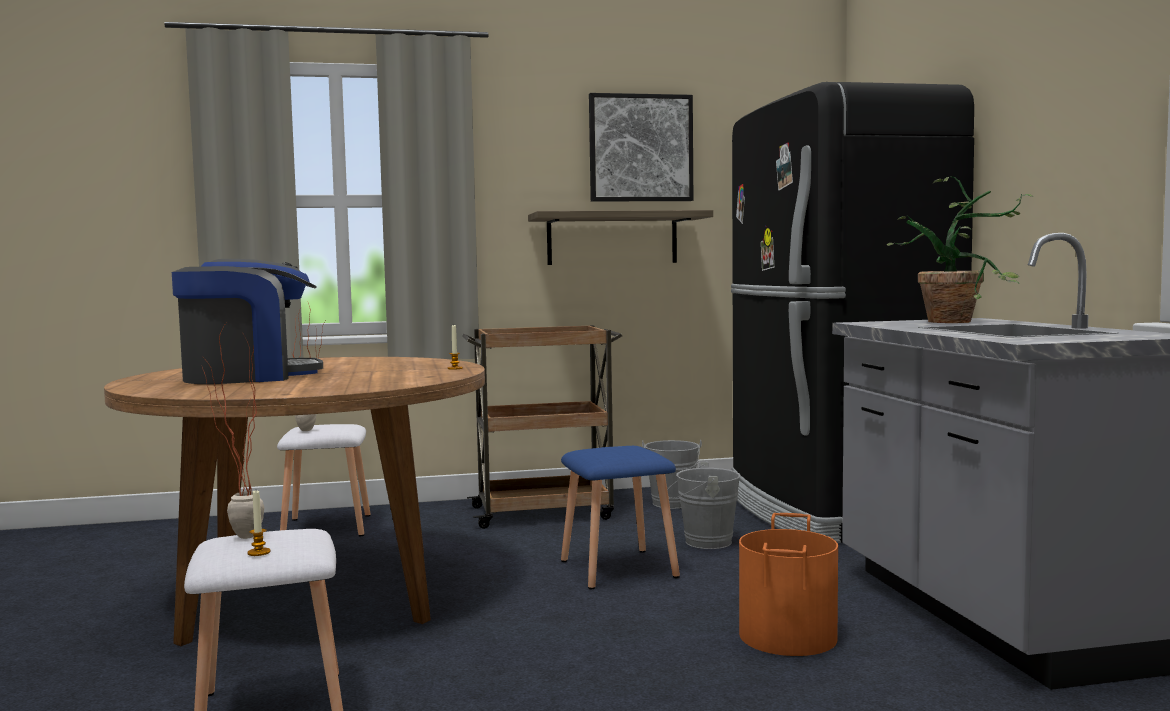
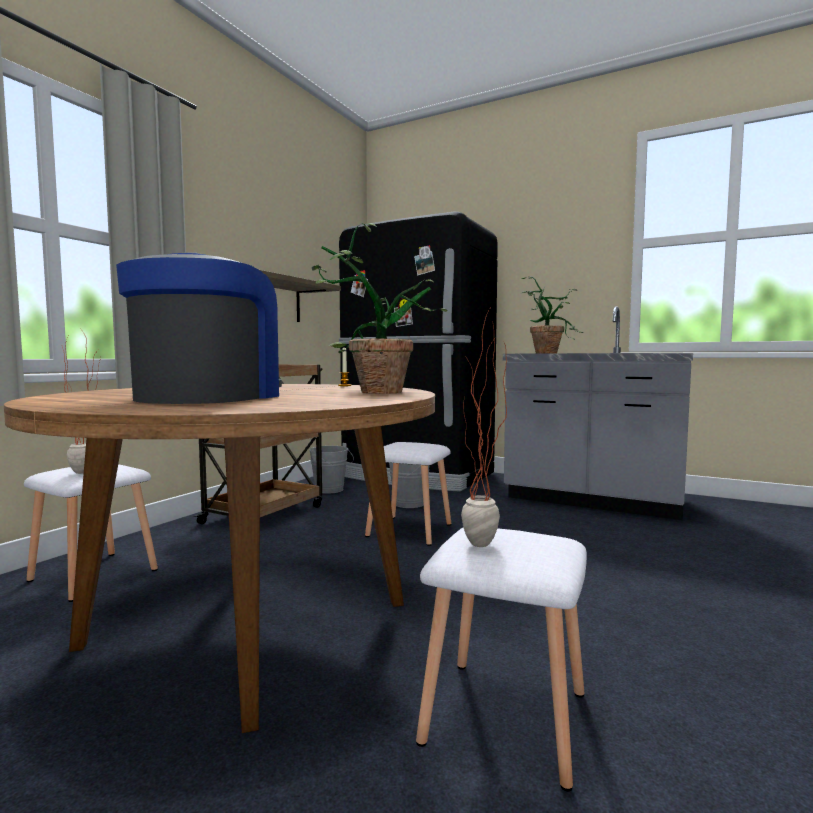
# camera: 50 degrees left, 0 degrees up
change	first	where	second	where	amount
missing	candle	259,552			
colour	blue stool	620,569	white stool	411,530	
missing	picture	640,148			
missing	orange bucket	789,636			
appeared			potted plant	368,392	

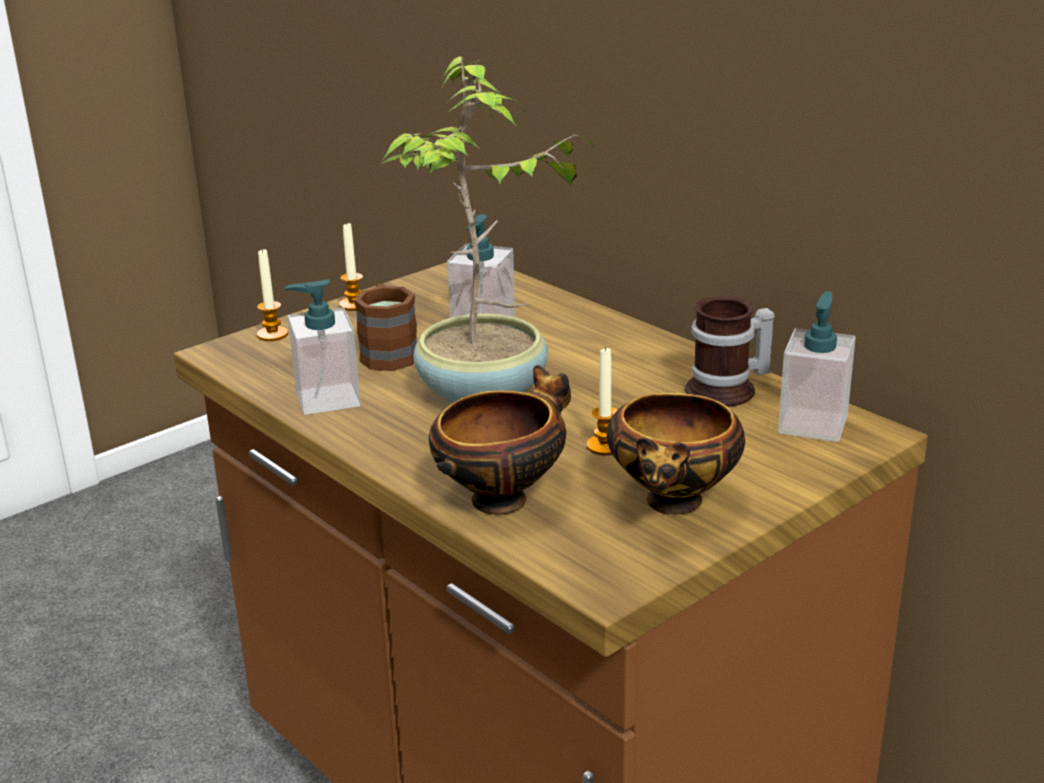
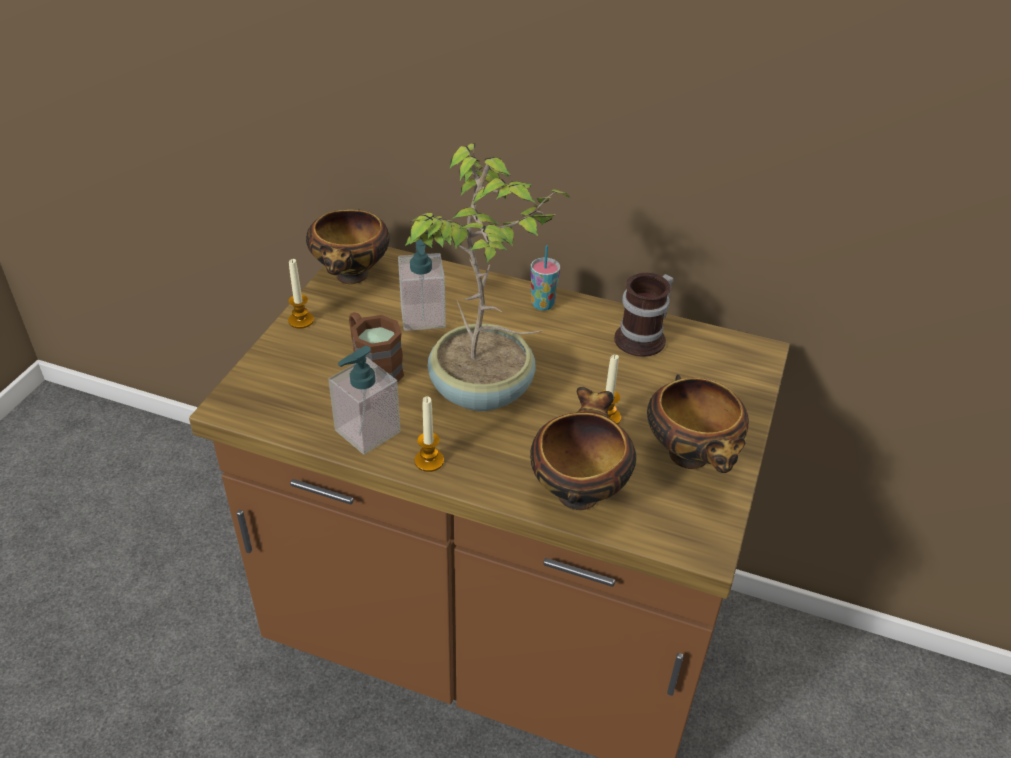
# camera: 30 degrees left, 15 degrees up
change	first	where	second	where	amount
relocated	candle	272,335		429,461	
missing	soap dispenser	813,424			
appeared			bowl	352,277	
appeared			cup	542,304	

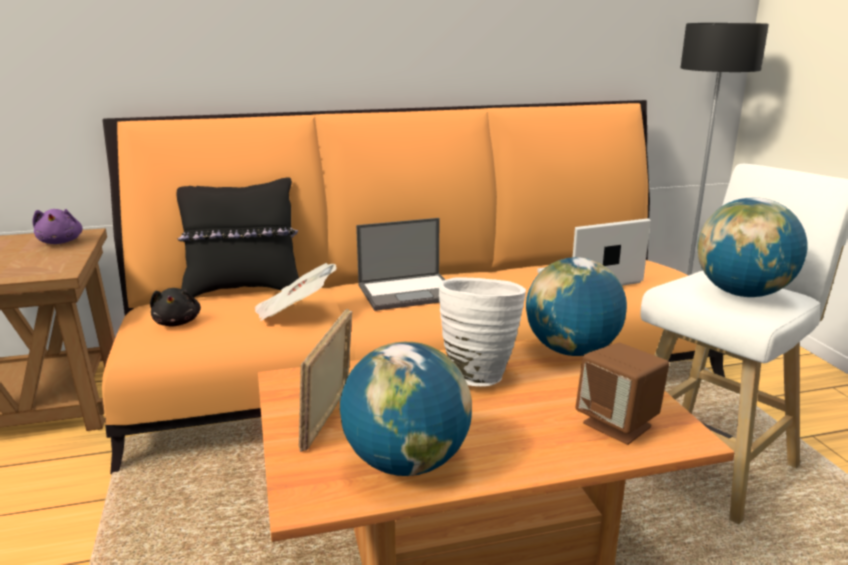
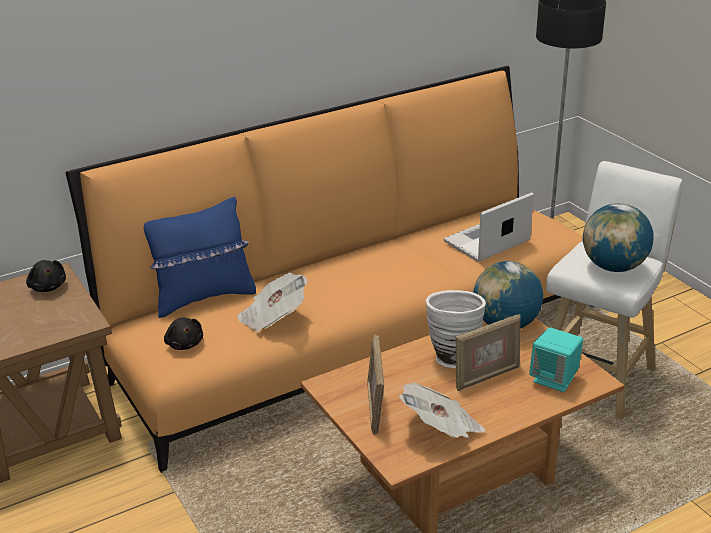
# camera: 15 degrees left, 10 degrees up
change	first	where	second	where	amount
colour	purple plush toy	61,242	black plush toy	48,287	
colour	black pillow	243,289	blue pillow	204,297	
exchanged	globe	406,462	newspaper	442,429	
missing	laptop	409,292			
colour	brown speaker	618,425	turquoise speaker	554,379	
appeared			picture frame	486,377	

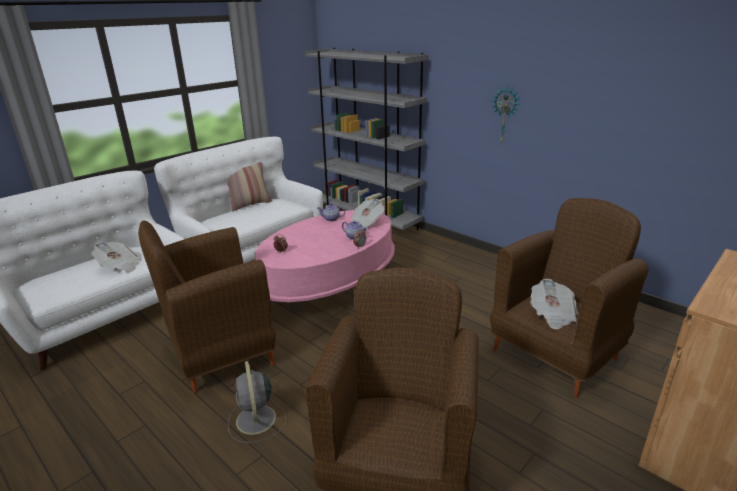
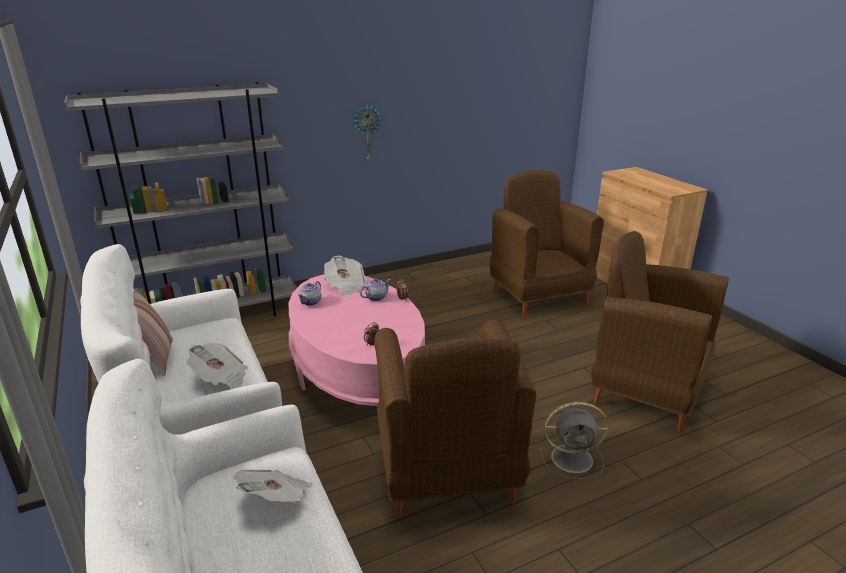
# camera: 70 degrees left, 0 degrees up
change	first	where	second	where	amount
relocated	newspaper	552,315		220,378	

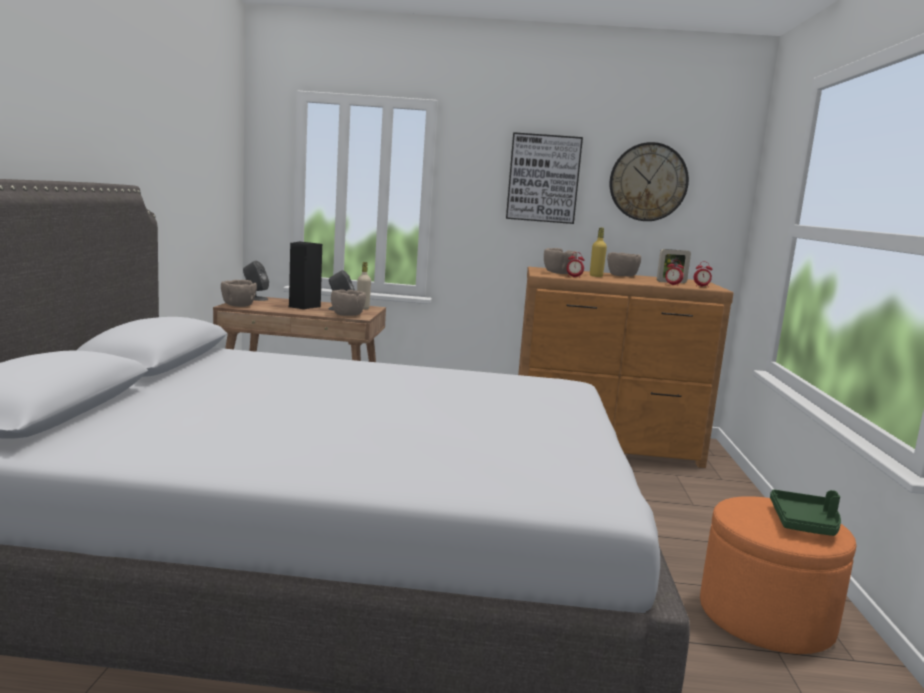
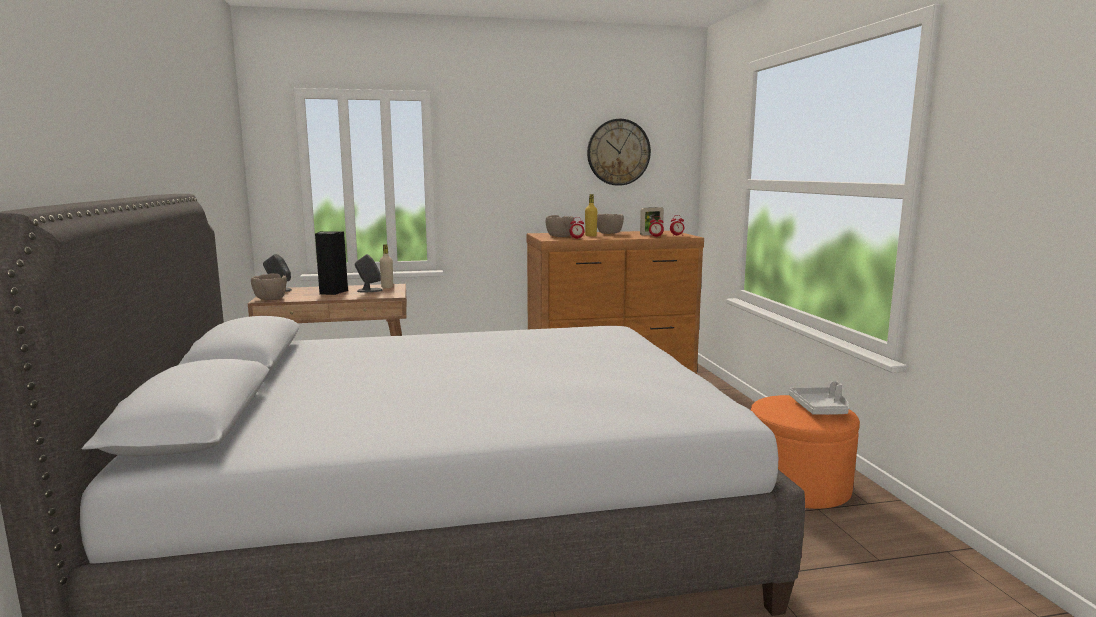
# camera: 15 degrees left, 0 degrees up
change	first	where	second	where	amount
missing	brown bowl	348,315			
missing	picture	543,178			
colour	green tray	805,523	grey tray	820,409	

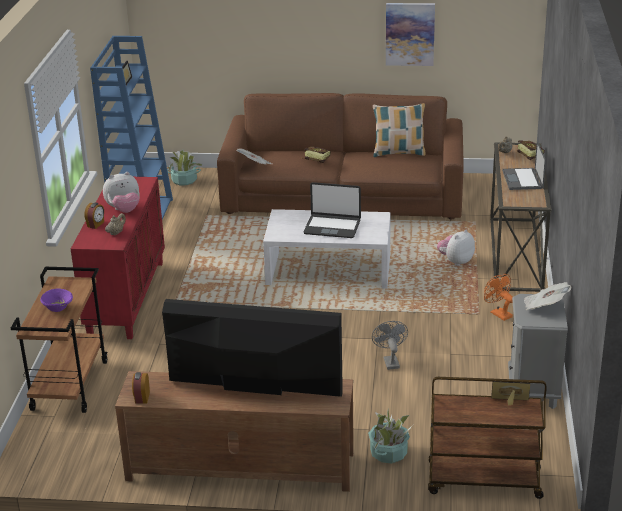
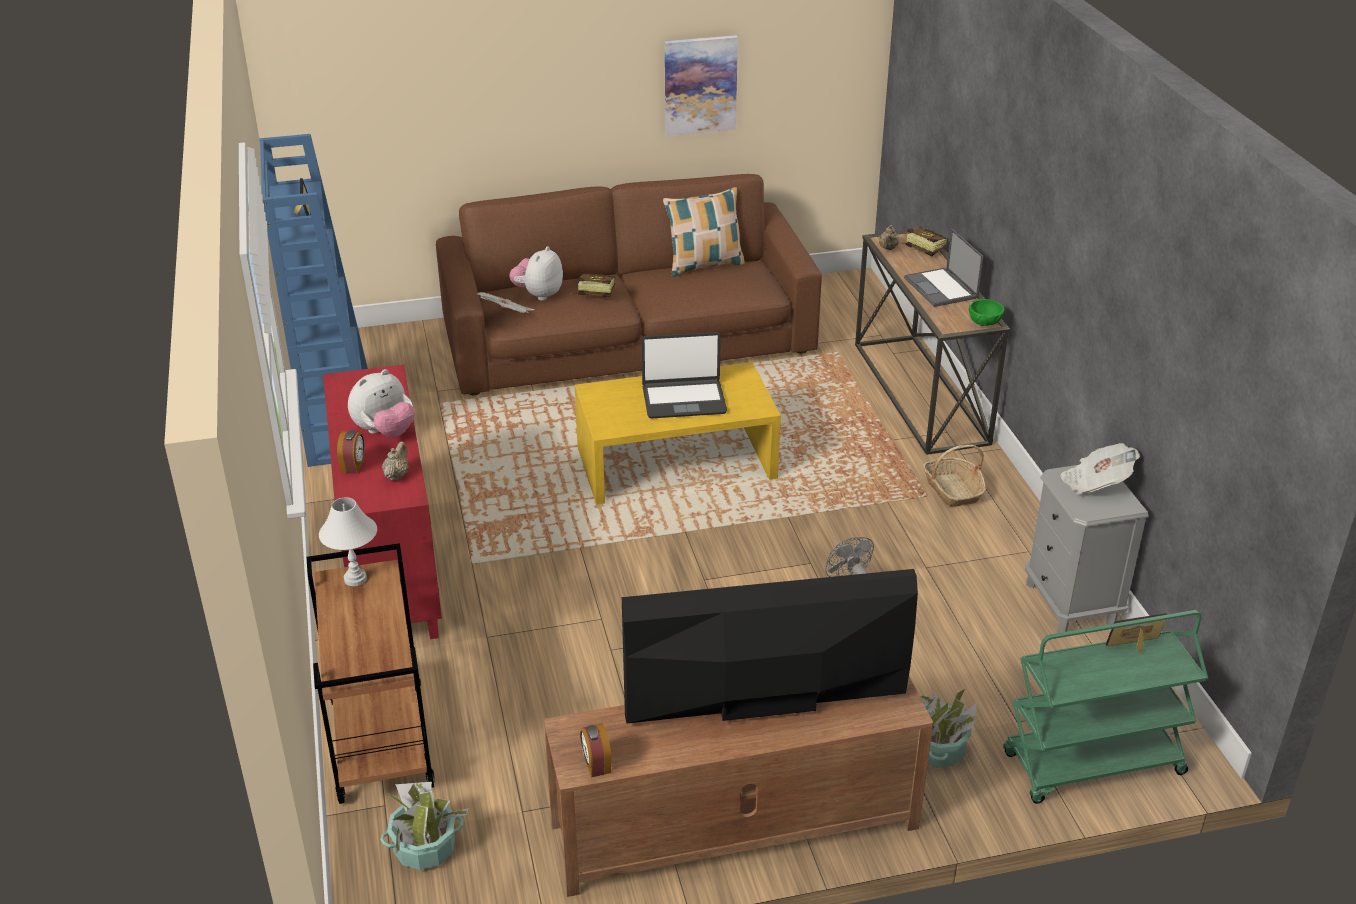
# camera: 20 degrees left, 5 degrees up
change	first	where	second	where	amount
missing	purple bowl	58,308			
relocated	potted plant	184,180		425,848	
colour	white coffee table	329,270	yellow coffee table	676,463	
colour	brown cart	483,481	green cart	1092,765	
relocated	plush toy	456,261		538,294	
exchanged	orange fan	498,313	basket	952,490	
appeared			white table lamp	355,579	
appeared			green bowl	984,323	

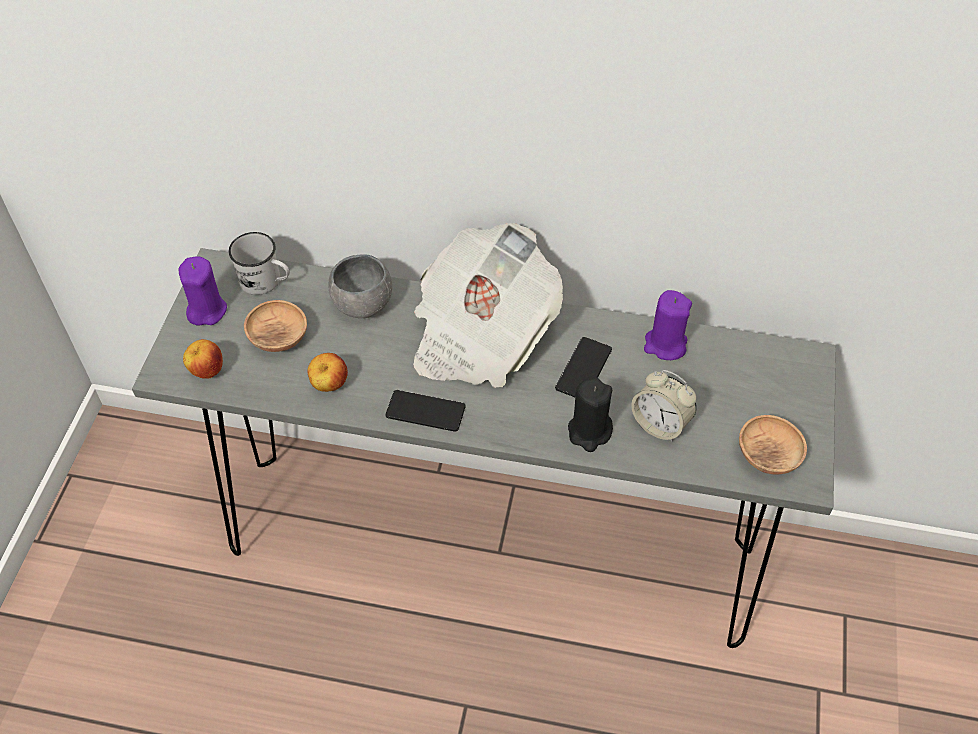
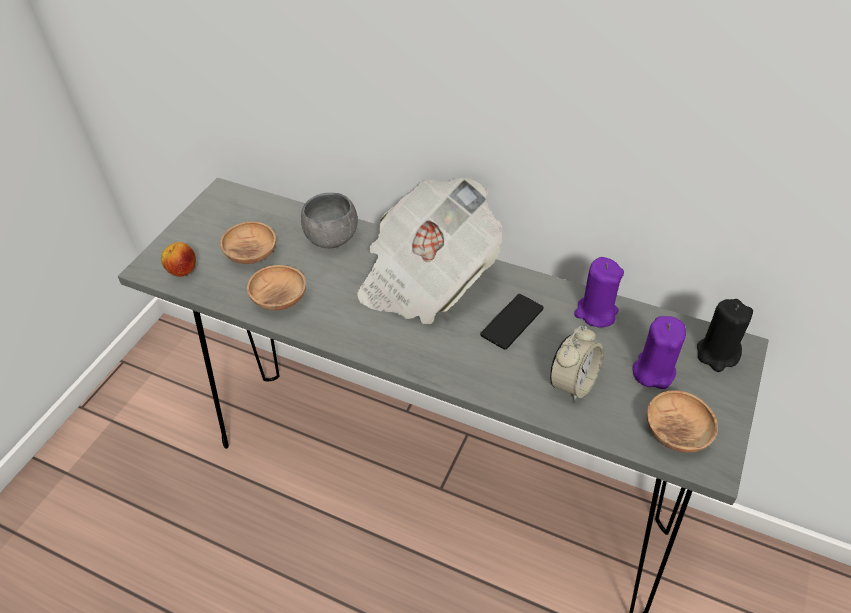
# camera: 15 degrees right, 5 degrees down
change	first	where	second	where	amount
relocated	purple candle	206,310		653,371	
missing	white mug	266,282			
exchanged	apple	329,385	brown bowl	279,299	
missing	phone	425,411			
relocated	black candle	589,432		717,354	
spun	alarm clock	660,424		573,383	105 degrees counterclockwise

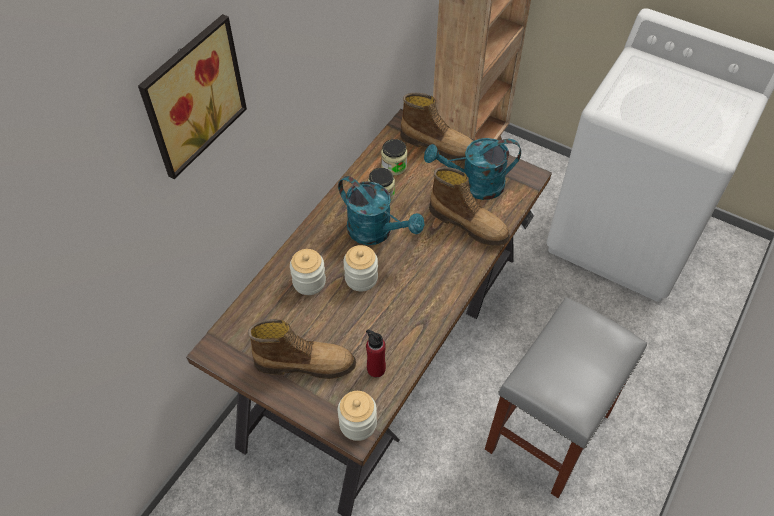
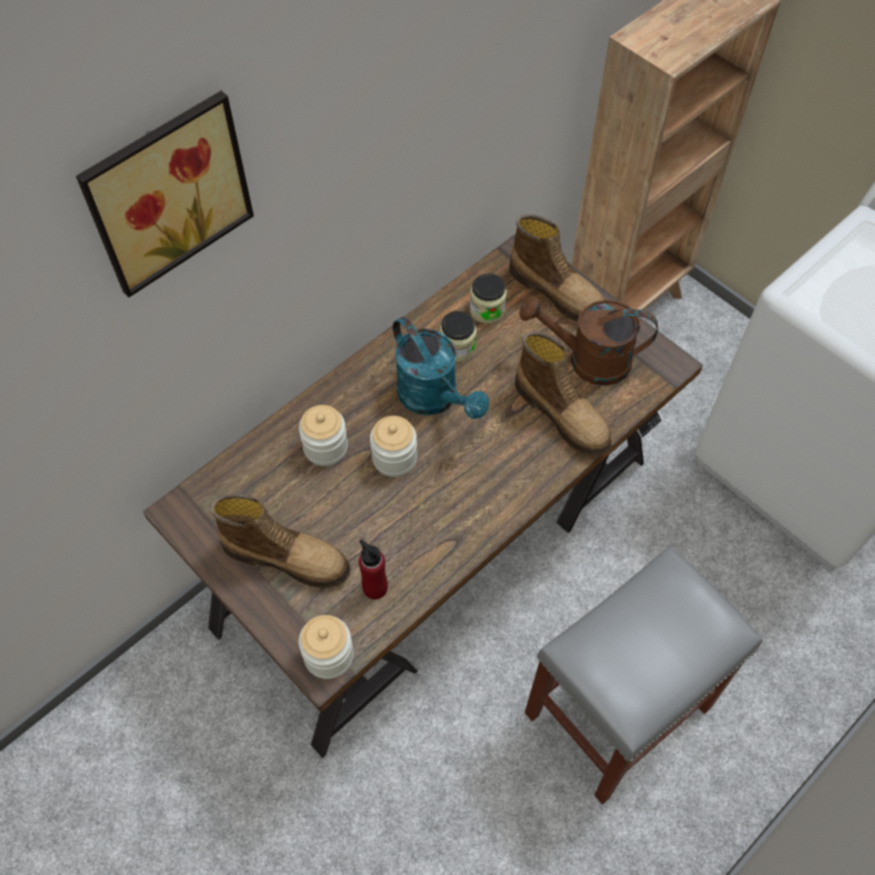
# camera: 15 degrees right, 5 degrees up
change	first	where	second	where	amount
colour	turquoise watering can	474,185	brown watering can	587,360	

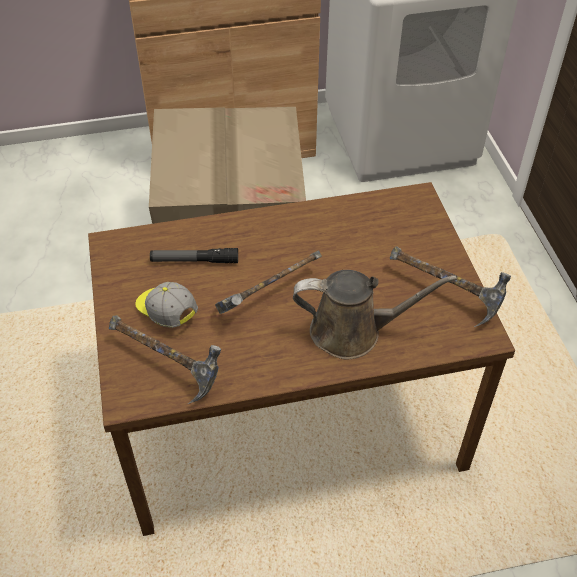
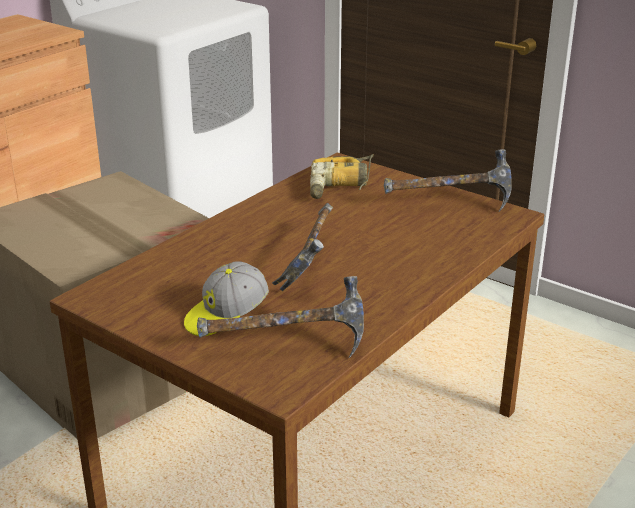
# camera: 40 degrees left, 20 degrees down
change	first	where	second	where	amount
spun	cap	166,312		226,315	45 degrees counterclockwise
missing	flashlight	194,261			
missing	brown watering can	353,331			
appeared			power drill	341,185	

